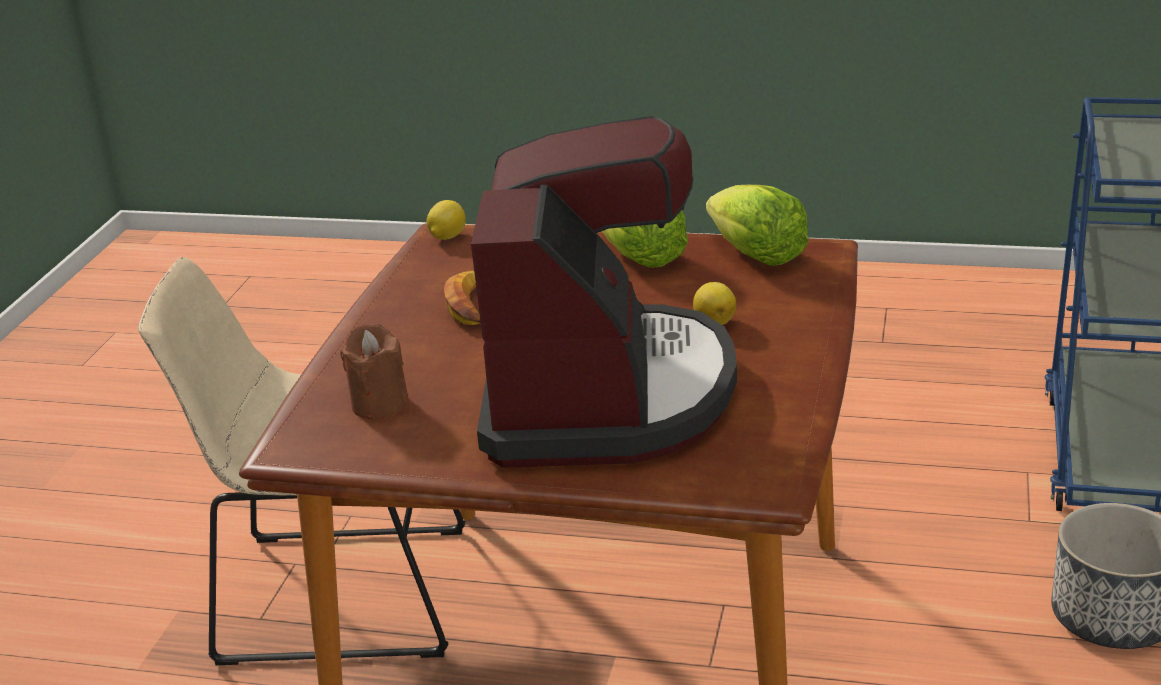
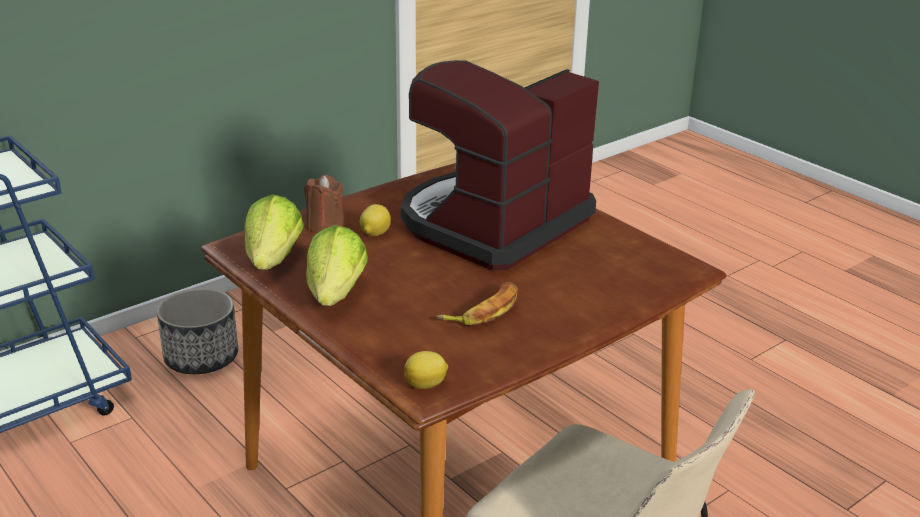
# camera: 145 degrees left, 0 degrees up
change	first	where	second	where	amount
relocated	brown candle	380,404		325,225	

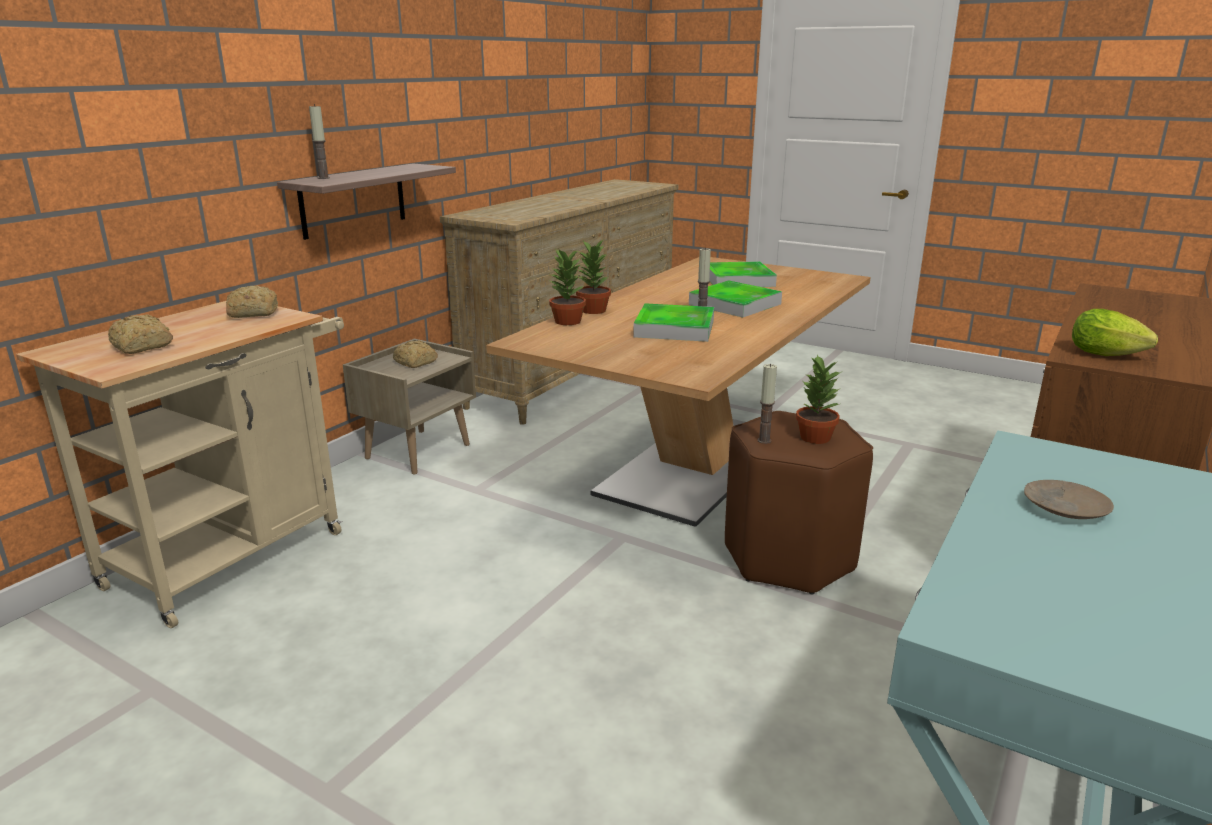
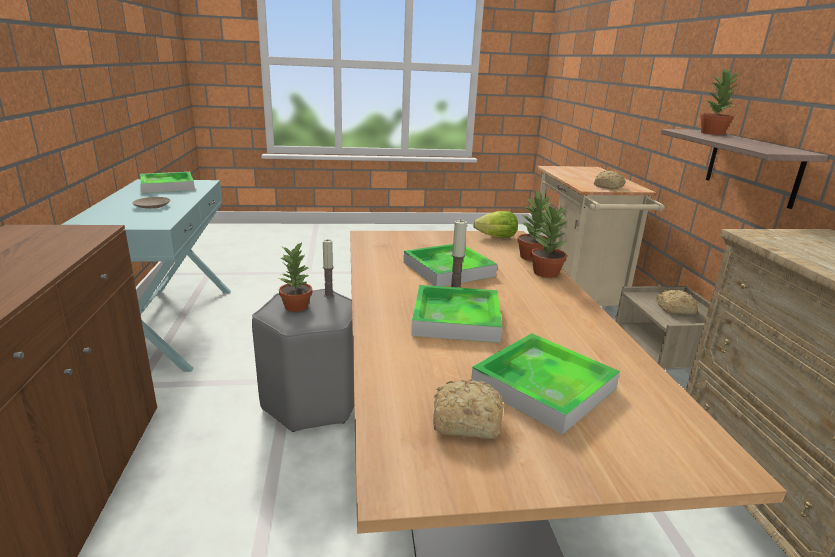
# camera: 140 degrees right, 0 degrees up
change	first	where	second	where	amount
relocated	bread	141,347		464,421	
exchanged	candle	323,178	potted plant	713,133	
colour	brown stool	788,559	grey stool	312,400	
relocated	lettuce	1109,355		494,237	
appeared			tray	167,186	

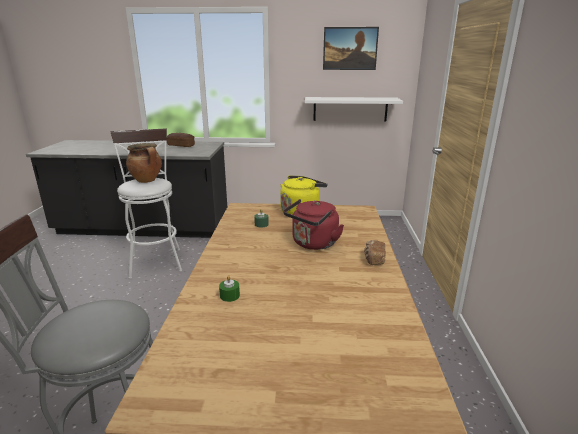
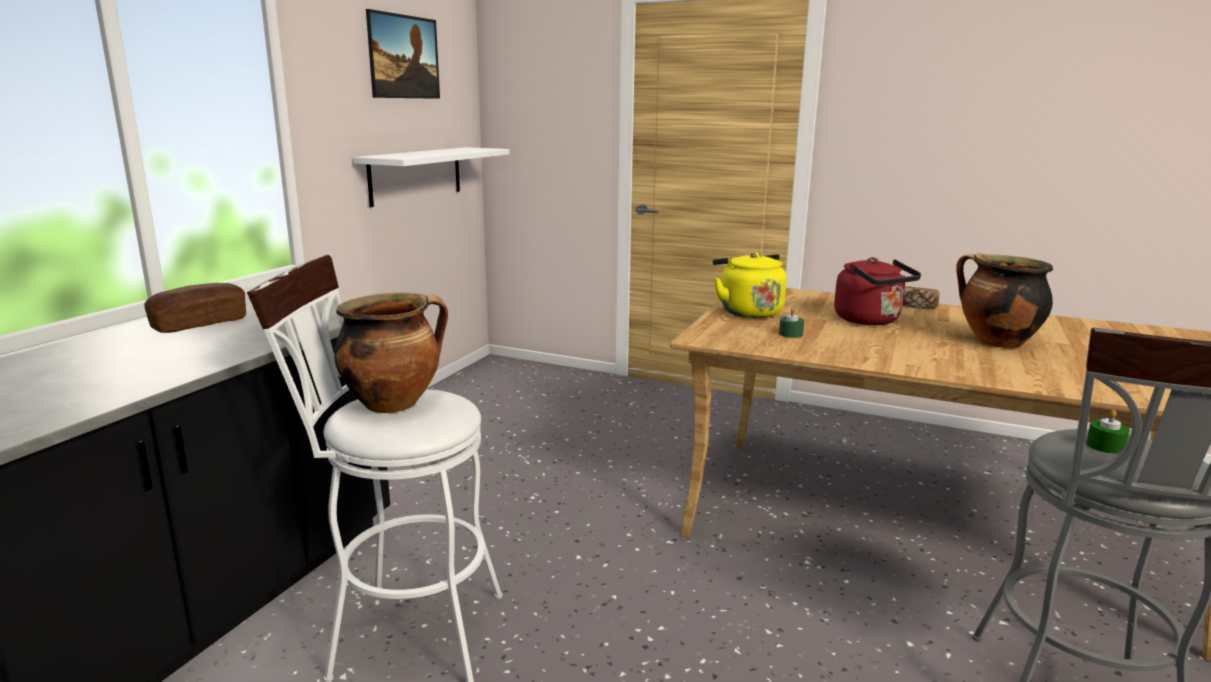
# camera: 70 degrees left, 5 degrees down
change	first	where	second	where	amount
relocated	green candle	229,296		1105,446	
appeared			cooking pot	995,342	

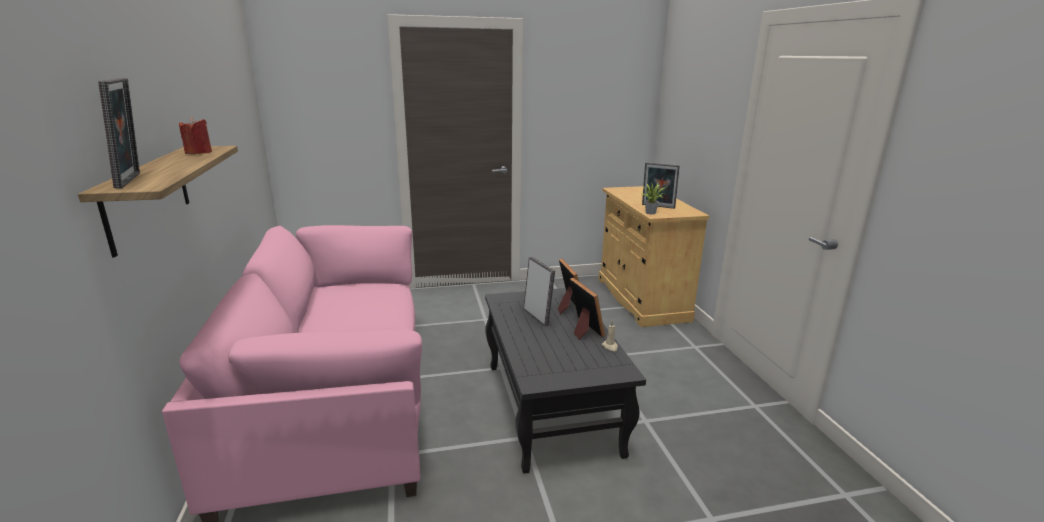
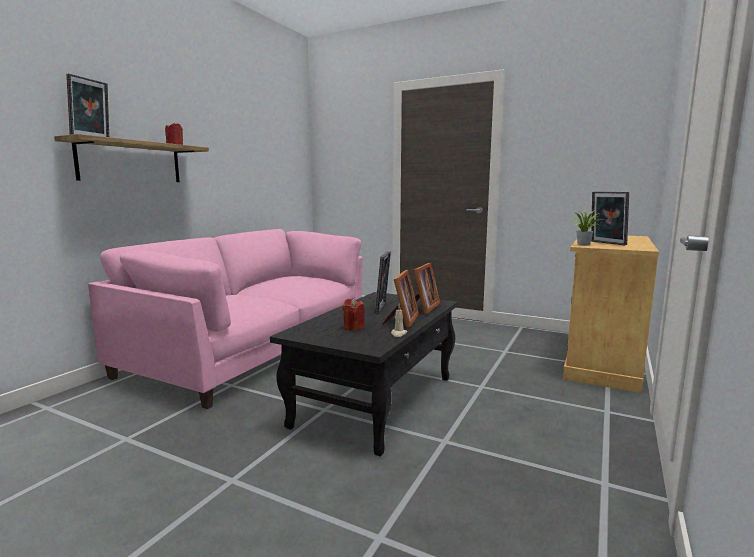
# camera: 40 degrees right, 10 degrees down
change	first	where	second	where	amount
appeared			red candle	353,327	

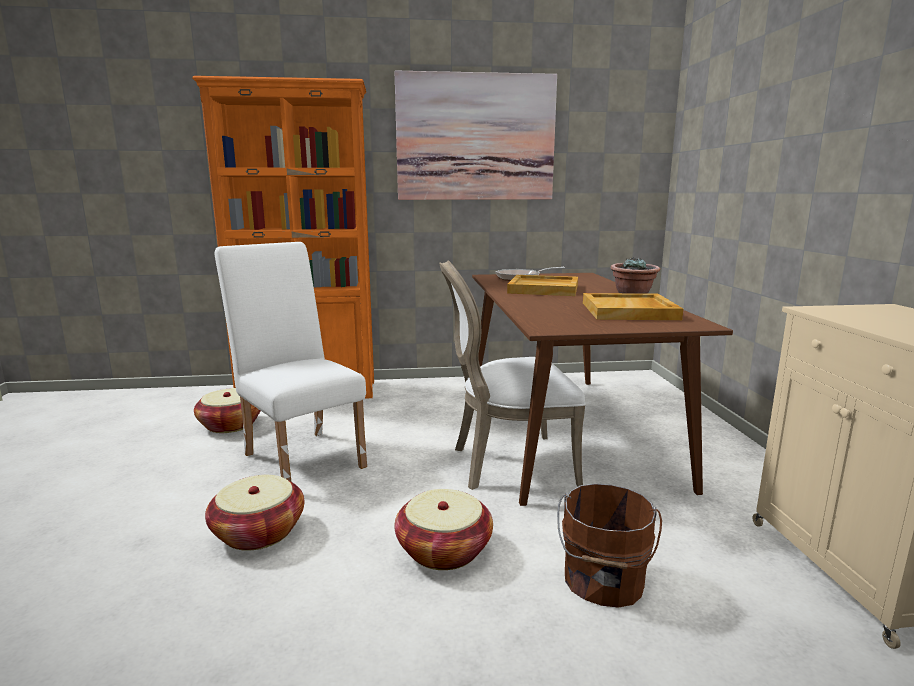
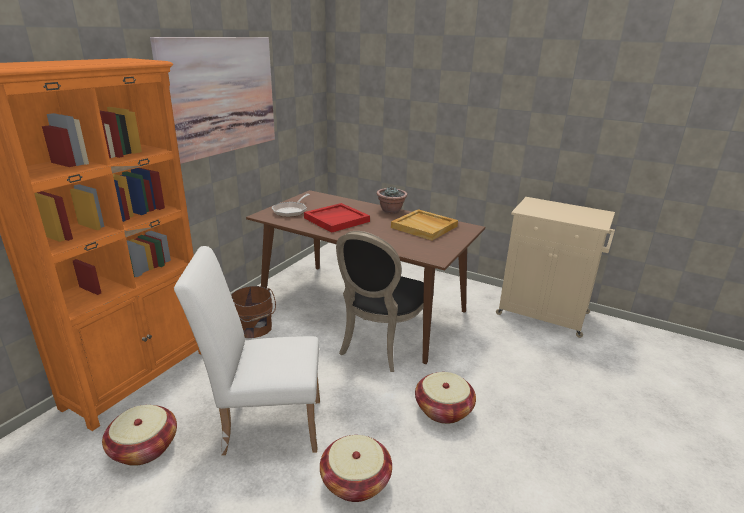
# camera: 55 degrees left, 10 degrees up
change	first	where	second	where	amount
colour	white chair	507,464	black chair	379,346	
colour	beige tray	544,289	red tray	336,219	
relocated	brown bucket	602,581		254,329	

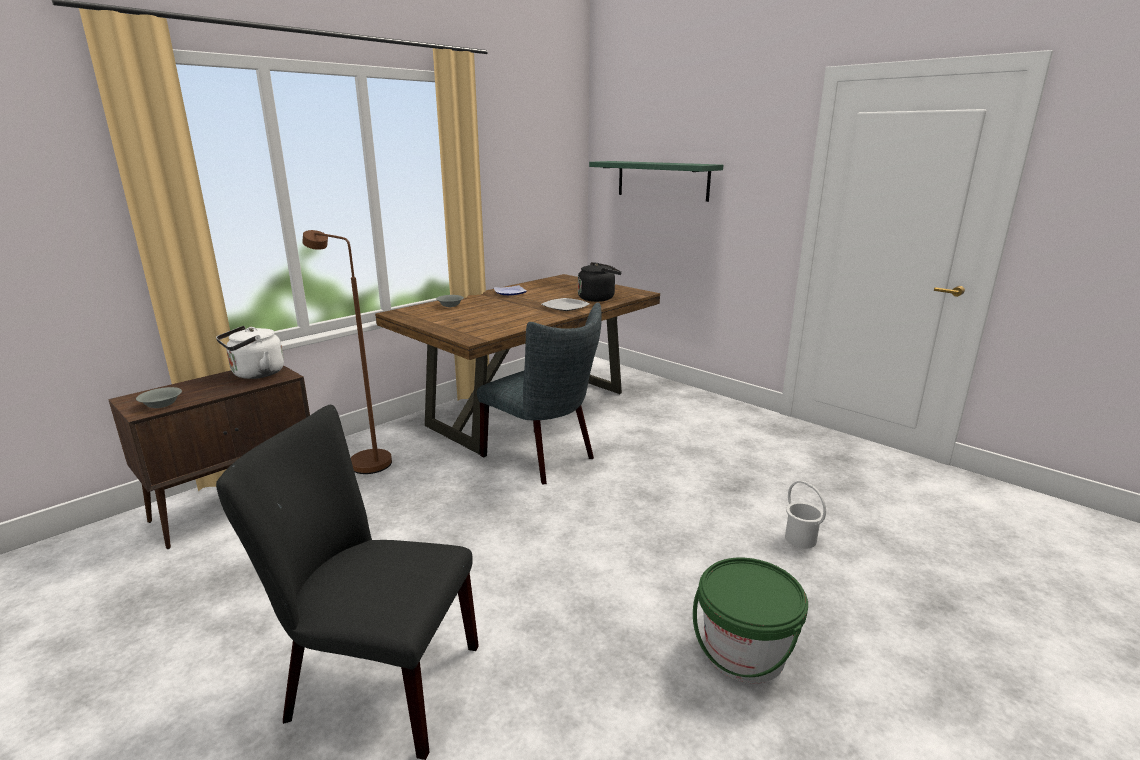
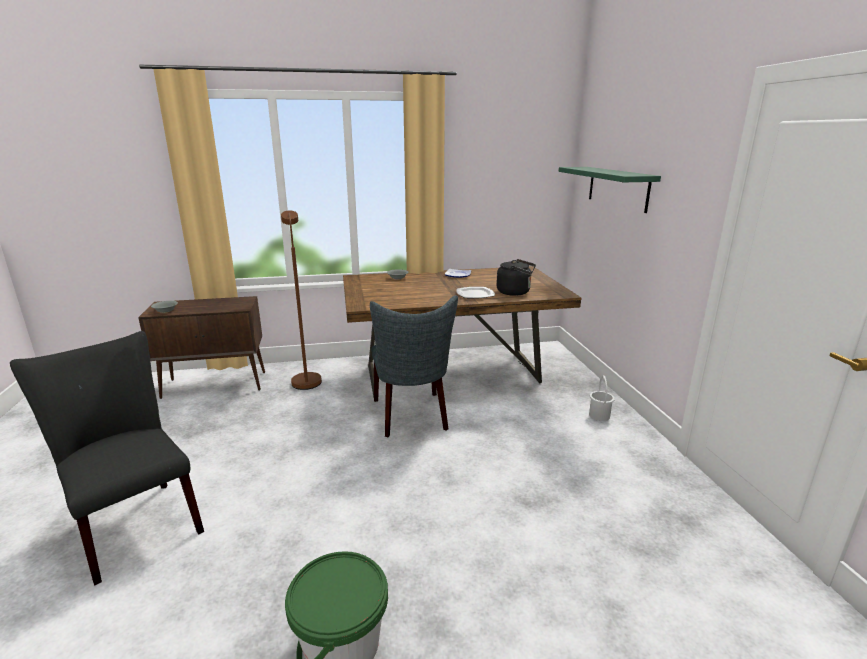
# camera: 35 degrees right, 0 degrees up
change	first	where	second	where	amount
missing	white kettle	255,374			
relocated	white bucket	800,539		599,415	

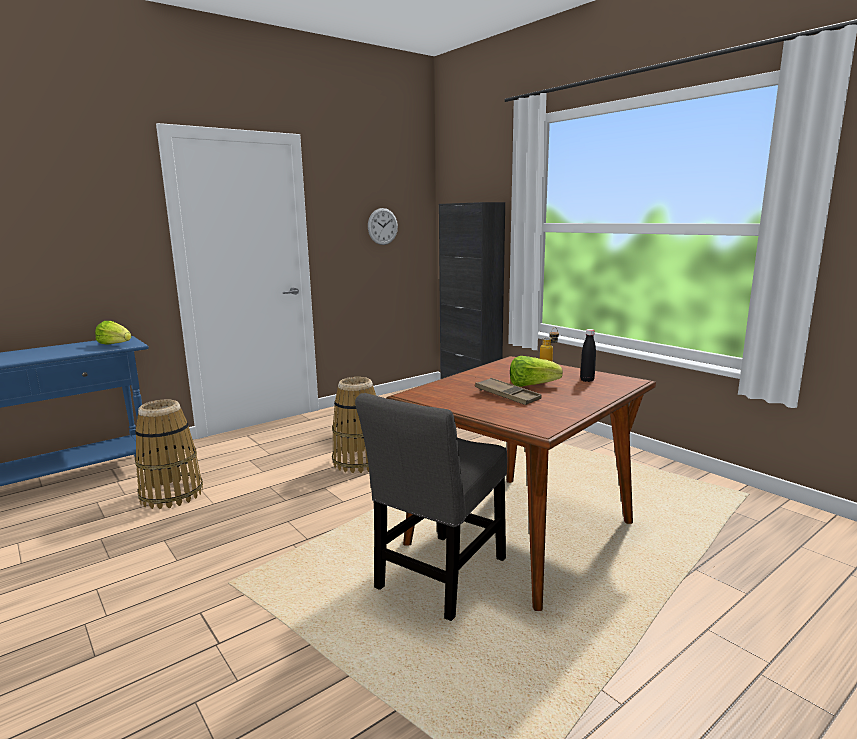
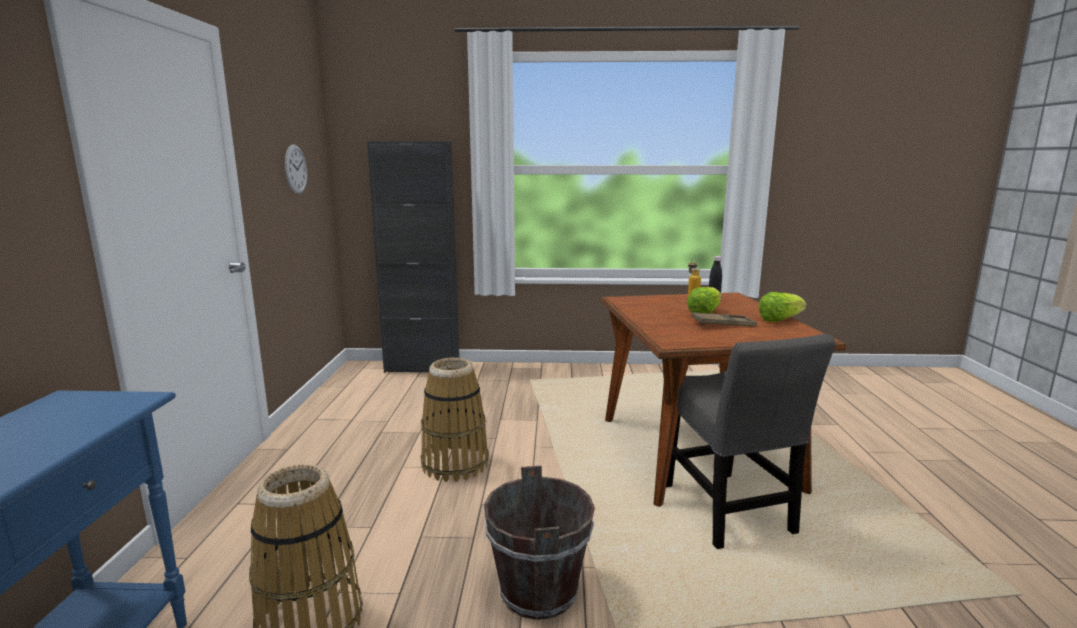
# camera: 50 degrees left, 0 degrees up
change	first	where	second	where	amount
relocated	lettuce	115,345		779,320	
appeared			brown bucket	539,592	

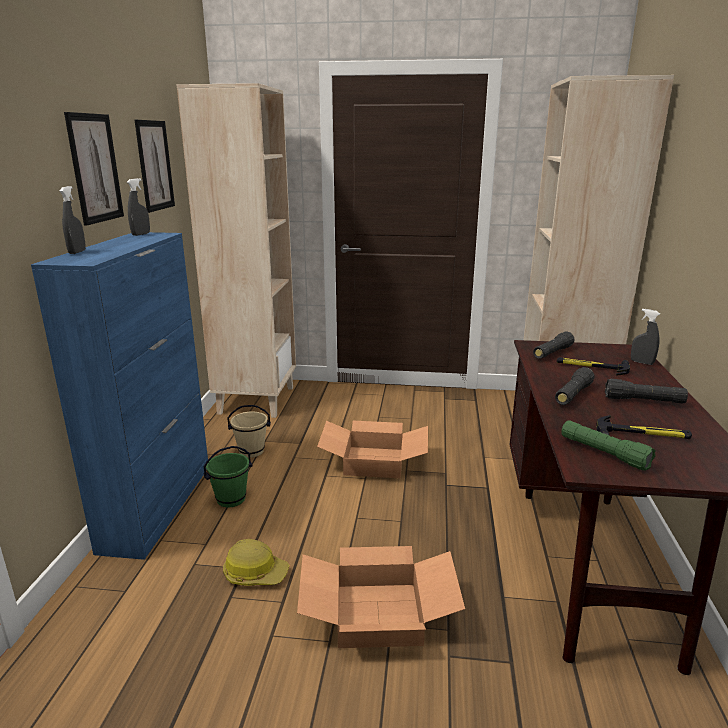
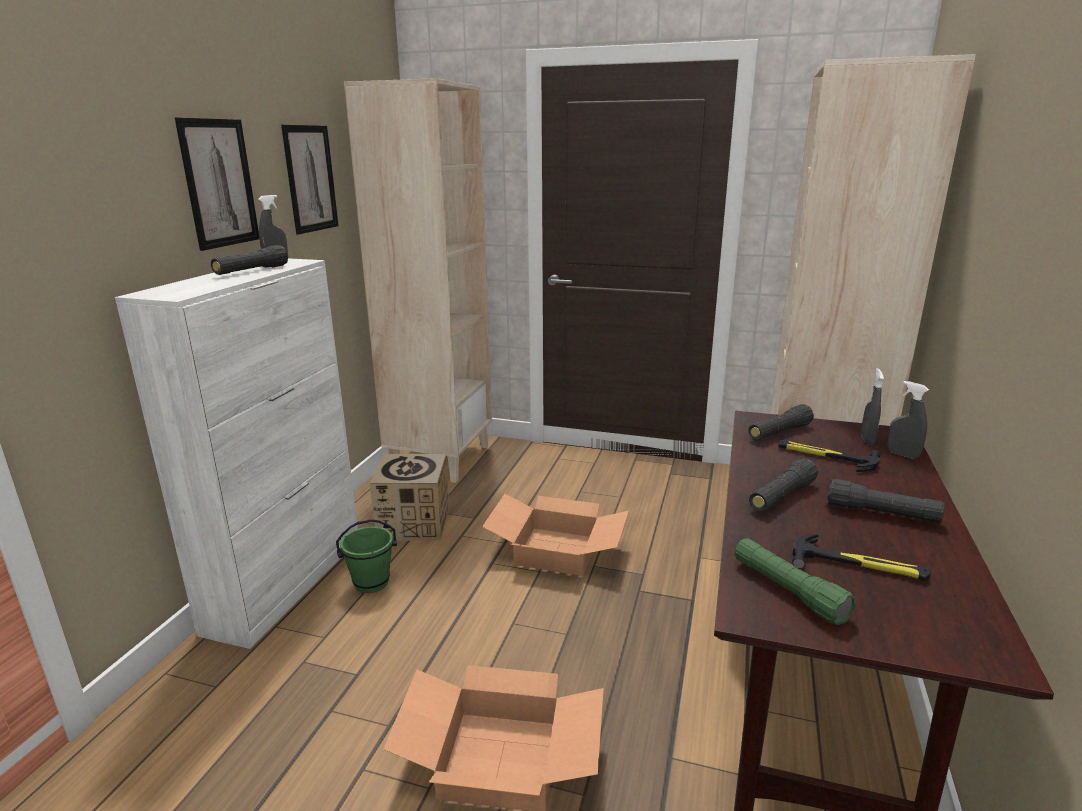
# camera: 10 degrees right, 0 degrees up
change	first	where	second	where	amount
colour	blue cabinet	158,505	white cabinet	288,582	
relocated	grey spray bottle	77,252		867,440	
missing	hard hat	255,573			
exchanged	beige bucket	251,451	cardboard box	414,523	
appeared			black flashlight	252,271	

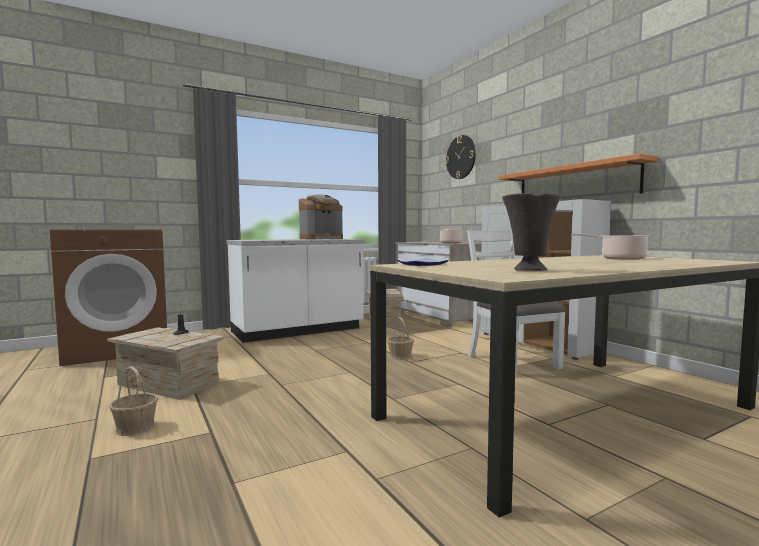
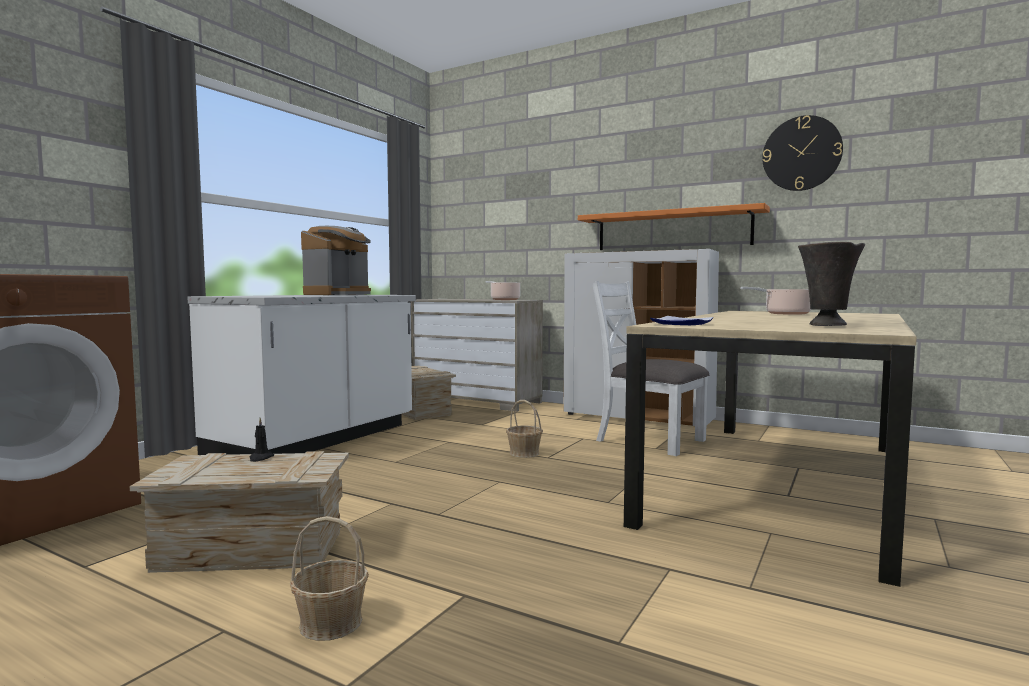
# camera: 30 degrees left, 0 degrees up
change	first	where	second	where	amount
relocated	wall clock	461,157		801,153	

